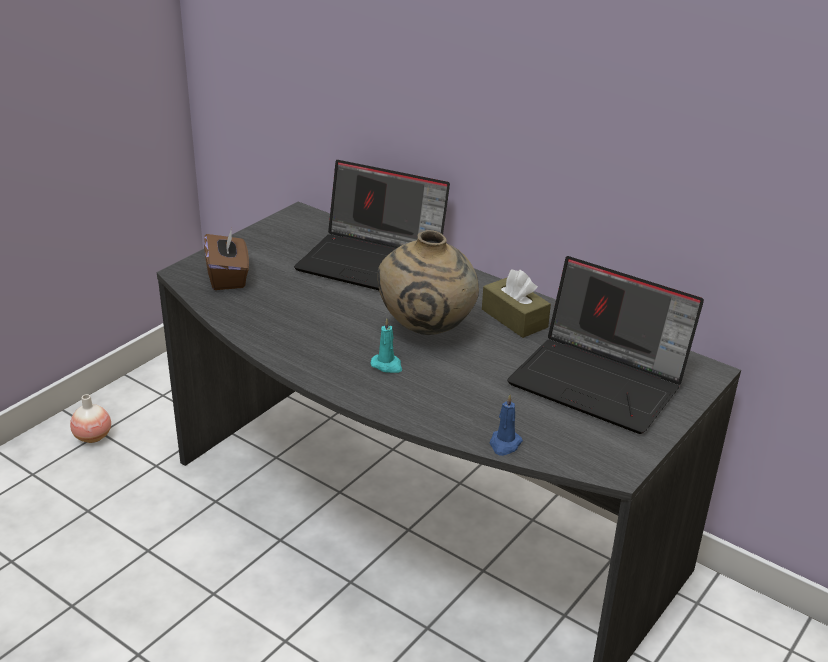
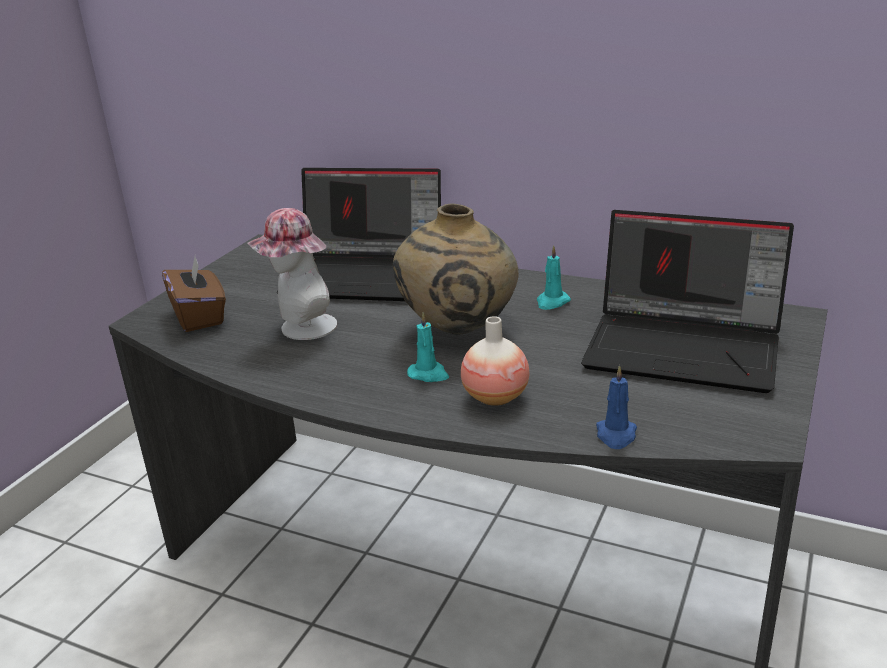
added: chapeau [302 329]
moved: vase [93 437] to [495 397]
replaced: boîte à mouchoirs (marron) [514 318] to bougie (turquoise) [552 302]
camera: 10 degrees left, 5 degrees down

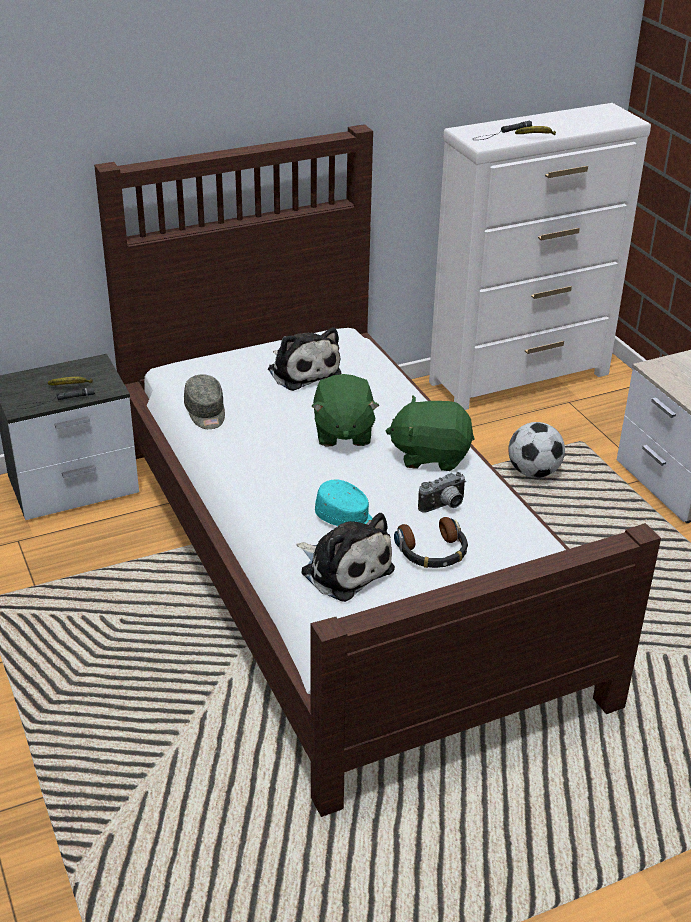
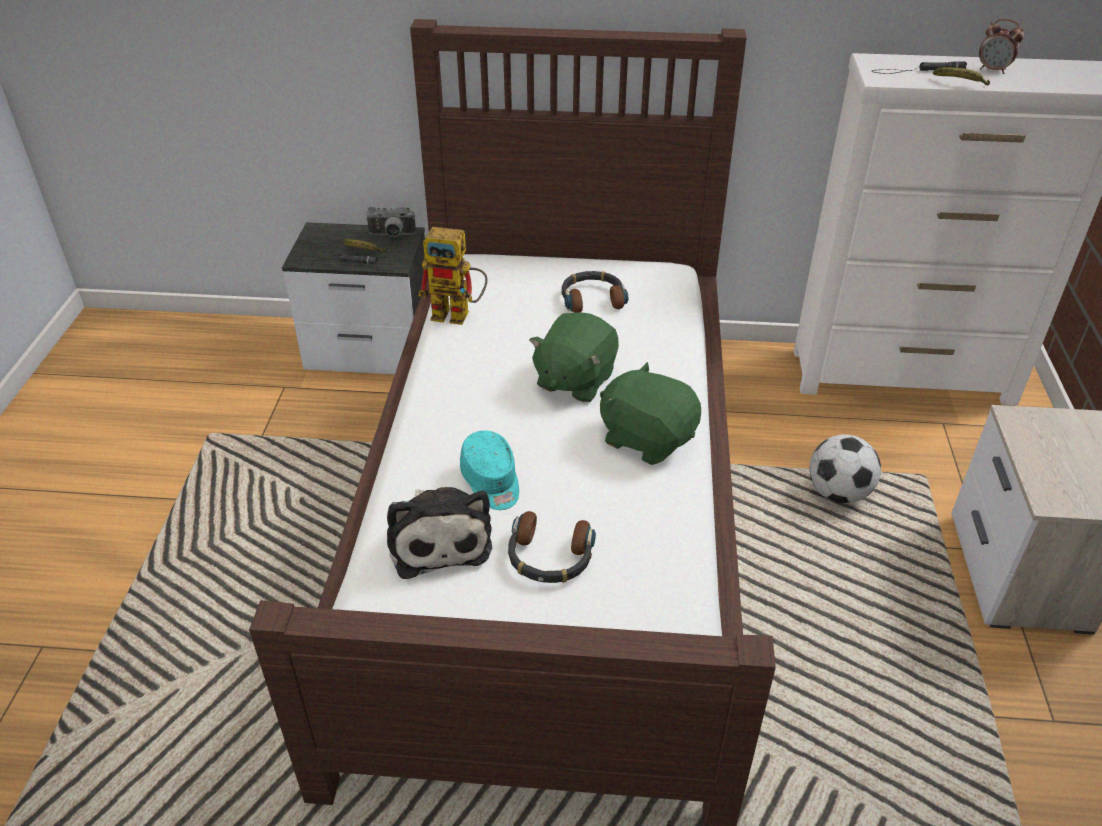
added: réveil [993 70]
moved: appareil photo [444 506] to [392 235]
replaced: casquette (gris) [206 413] to robot jouet [459 314]; peluche [302 371] to casque audio [592 298]
camera: 30 degrees right, 5 degrees up

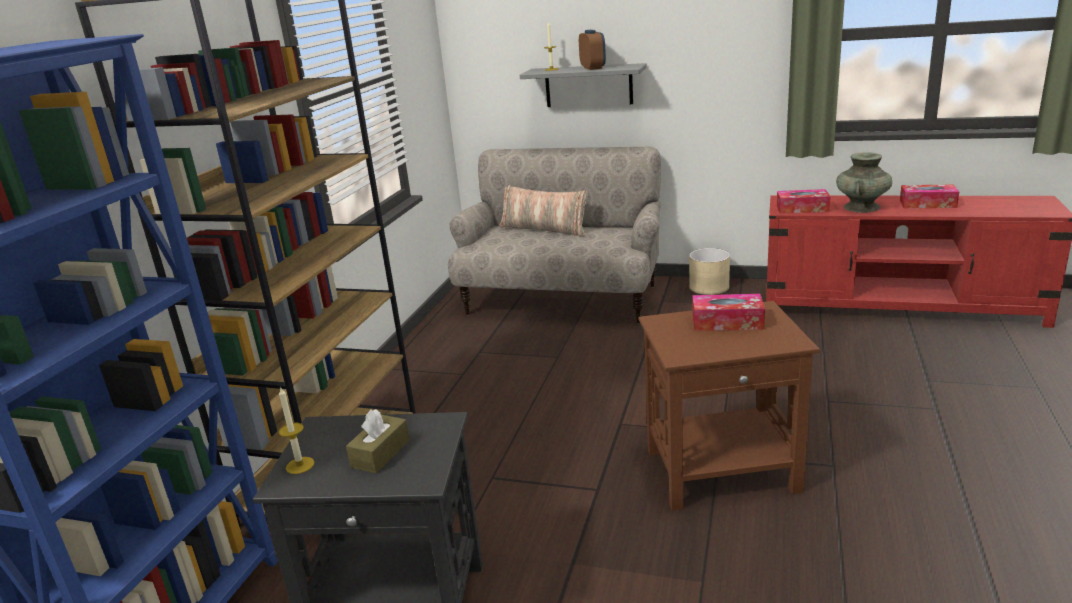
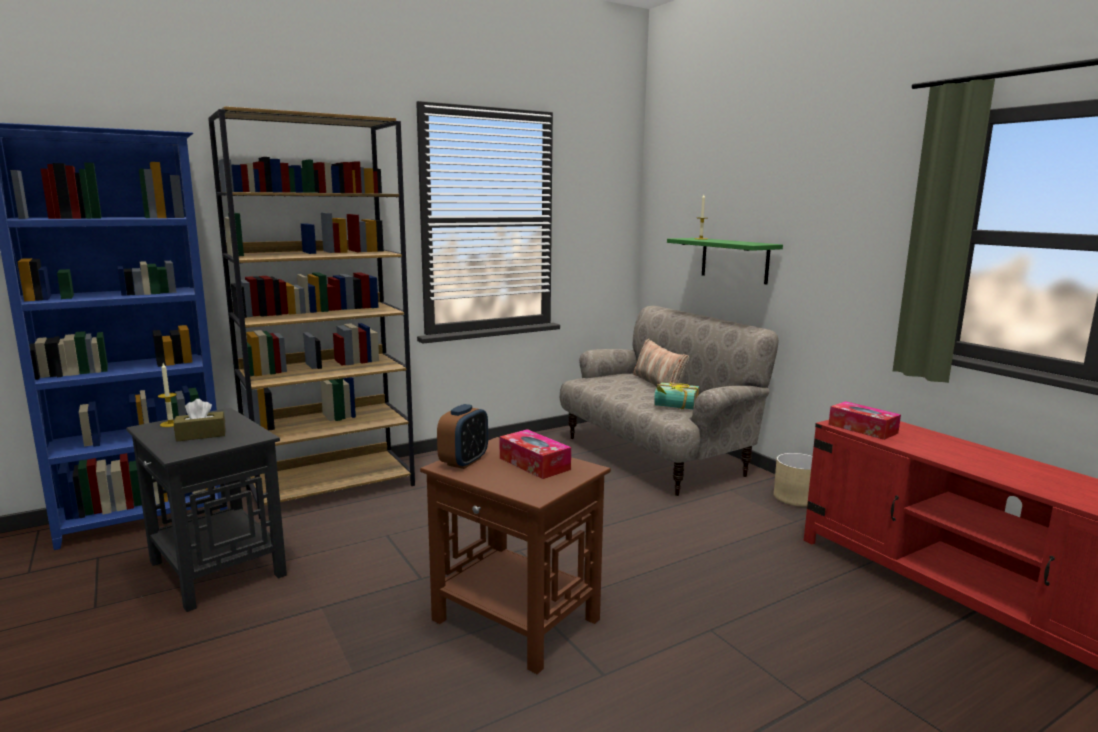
removed: vase (turquoise) [861 207]; boîte à mouchoirs [927 204]
added: livre [675 408]
moved: réveil [593 68] to [464 462]
recoloured: étagère (gris) [588 85] to étagère (vert) [734 260]
camera: 40 degrees right, 10 degrees down

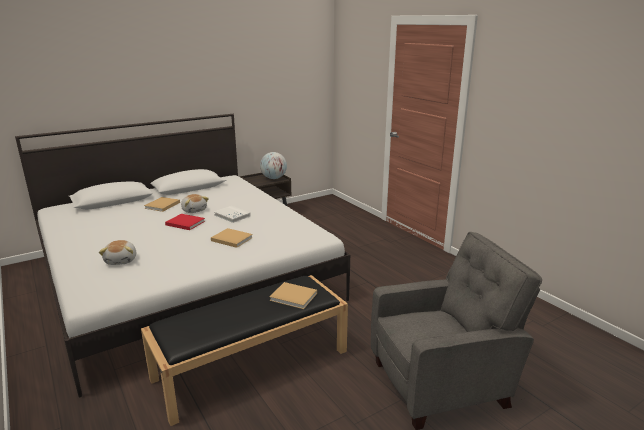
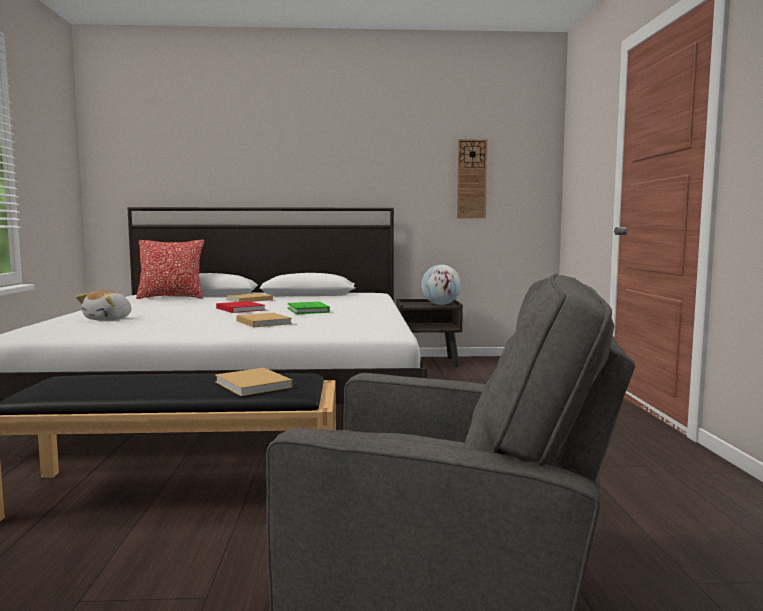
removed: peluche [194 210]
added: coussin [171 297]; horloge murale [471 179]
recoloured: livre (blanc) [232 215] to livre (vert) [308 310]
camera: 30 degrees right, 15 degrees down

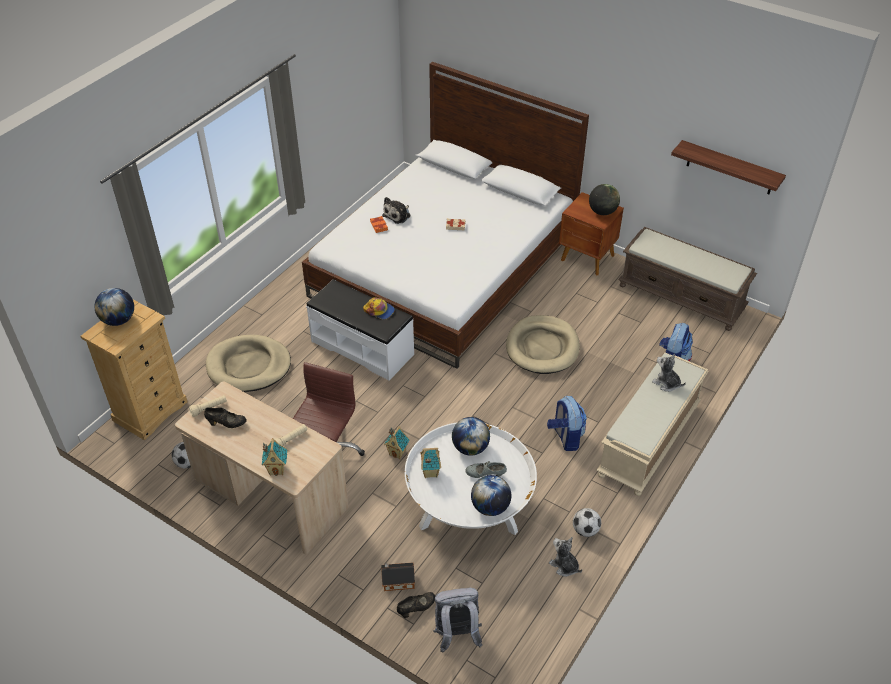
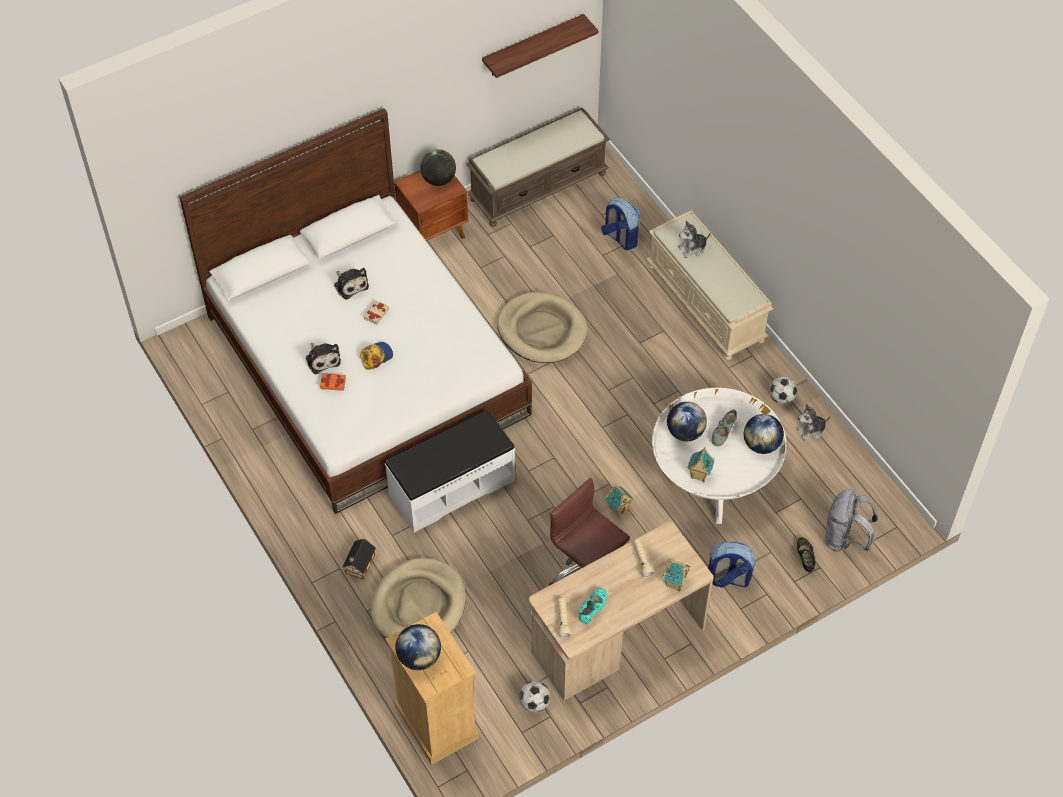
added: peluche [350 285]
moved: casquette [379 310] to [376 356]; maison miniature [397 580] to [359 565]; sac à dos [565 437] to [728 578]
recoloured: chaussure (noir) [226 424] to chaussure (turquoise) [592 610]
camera: 65 degrees left, 10 degrees up

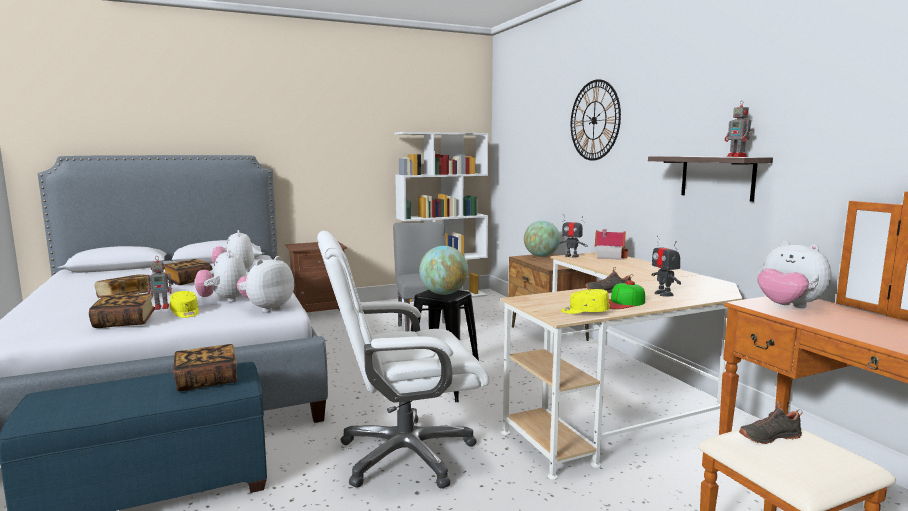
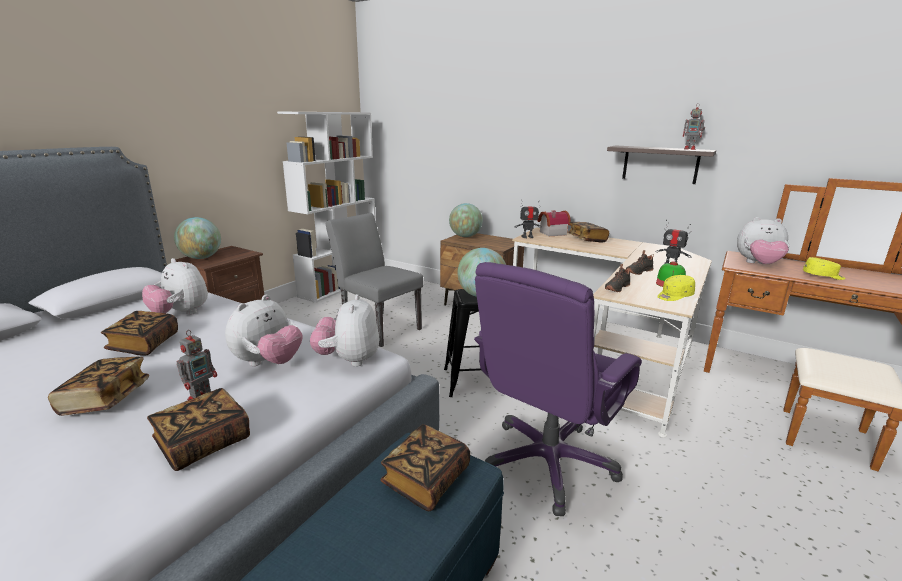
removed: horloge murale [594 120]
added: globe [201 258]; livre [587 240]
moved: casquette (jaune) [185 312] to [823 276]; chaussure (noir) [768 436] to [616 287]
recoloured: chaise de bureau (blanc) [404 454] to chaise de bureau (violet) [547 463]
turned: peluche [224 300] = [268 363] 90 degrees counterclockwise
camera: 35 degrees left, 10 degrees up

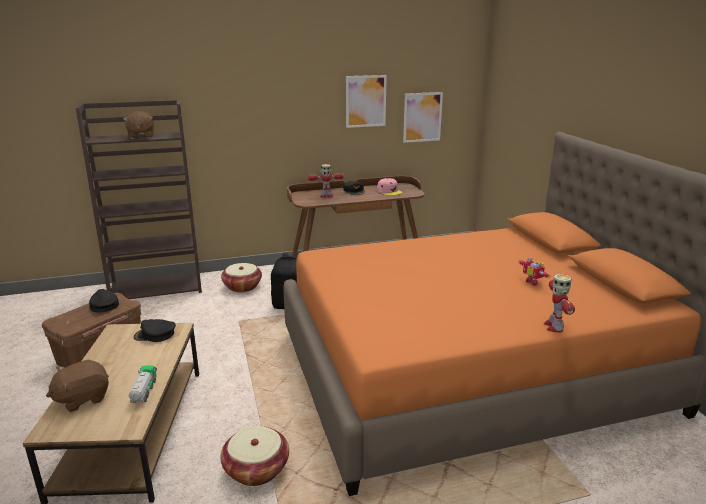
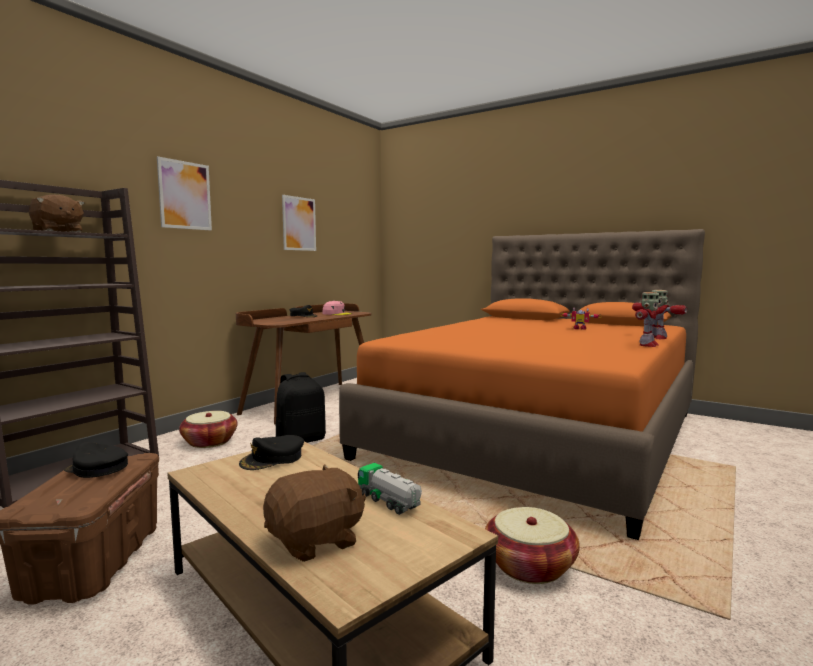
moved: robot jouet [326 196] to [647 345]; tableau [422 117] to [185 195]
turned: peluche (marron) [82 398] = [316 541] 135 degrees counterclockwise
camera: 40 degrees left, 15 degrees down

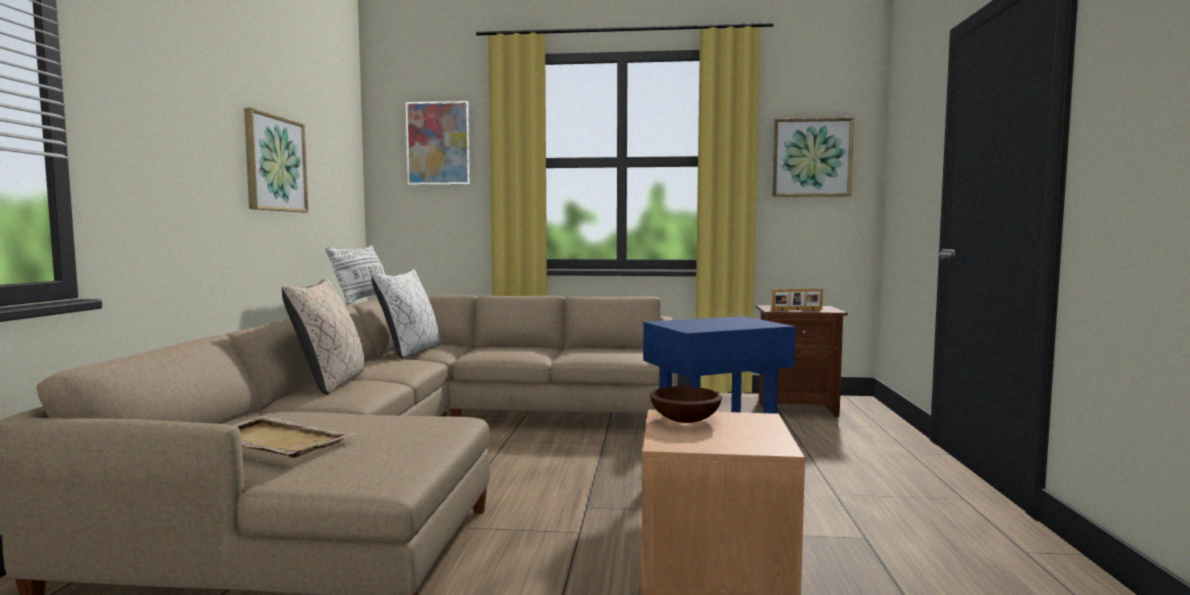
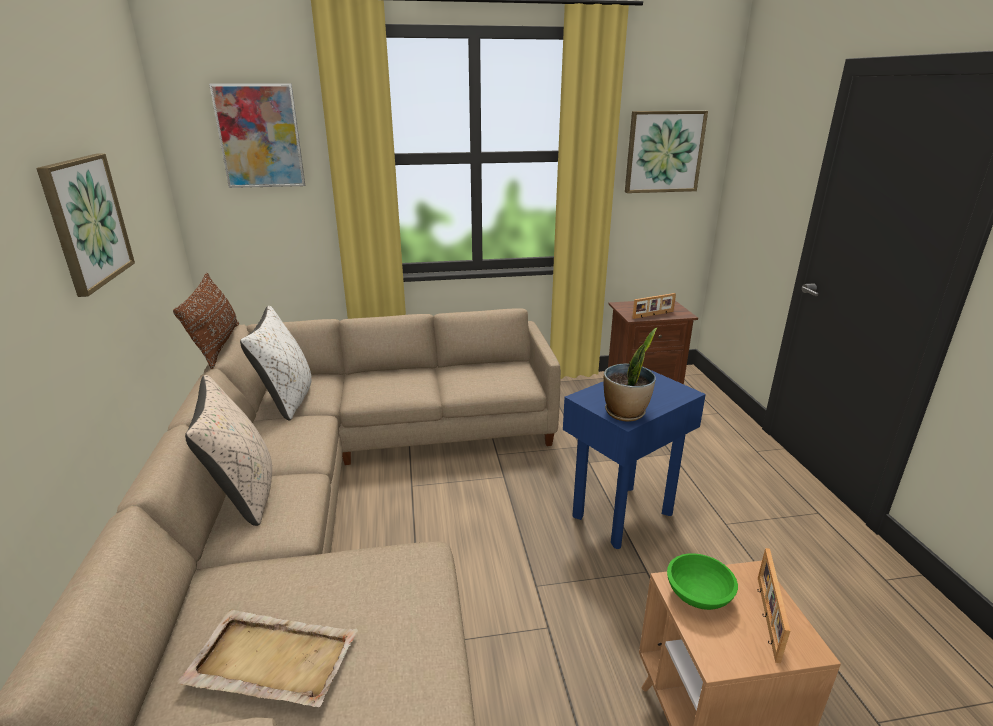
added: plante en pot [625 413]; cadre photo [766 617]
recoloured: coussin (blanc) [363 300] to coussin (marron) [217 345]; bol (marron) [684 420] to bol (vert) [698 596]
camera: 15 degrees left, 20 degrees up

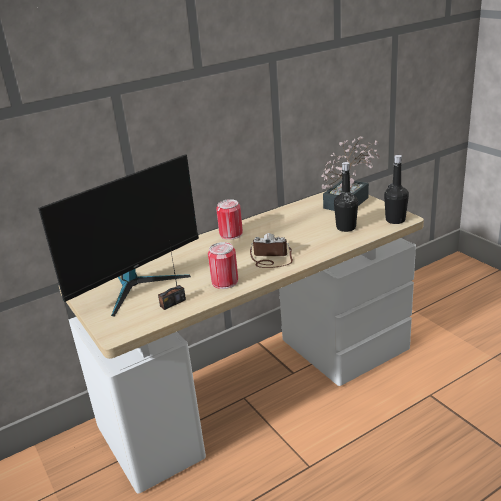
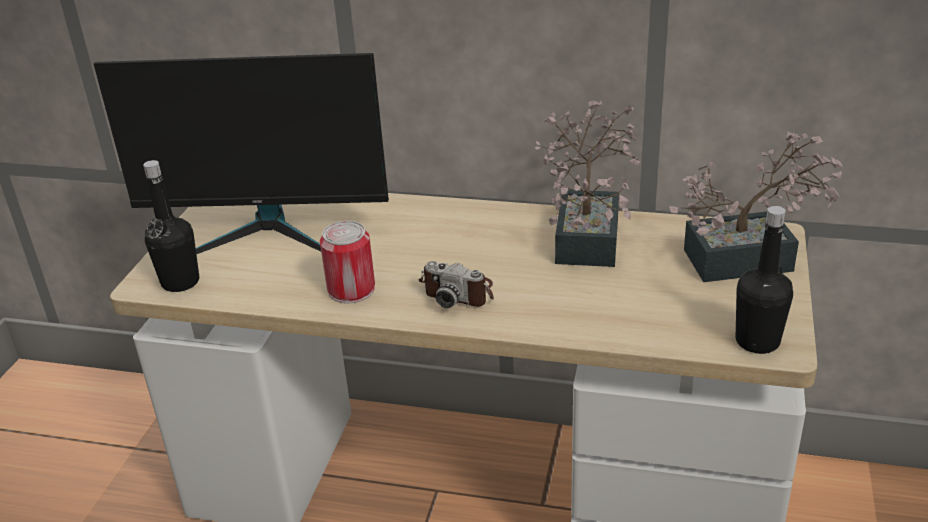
removed: radio [172 303]; boîte métallique [231 234]
added: plante en pot [589 234]
moved: bouteille (noir) [346 227] to [180 282]
turned: appareil photo [271 259] = [459 292] 150 degrees clockwise
camera: 45 degrees right, 5 degrees up

